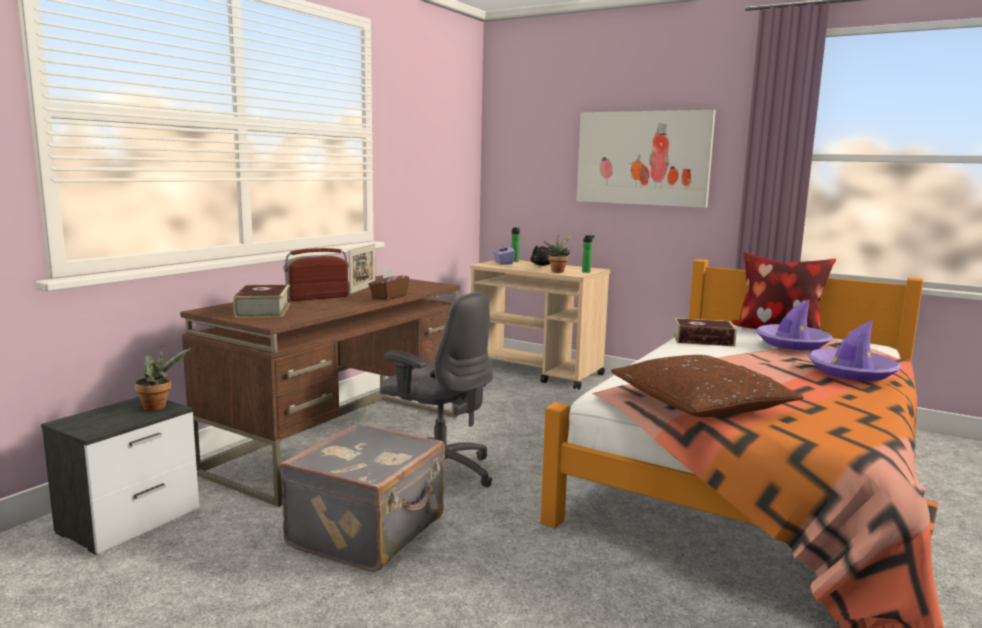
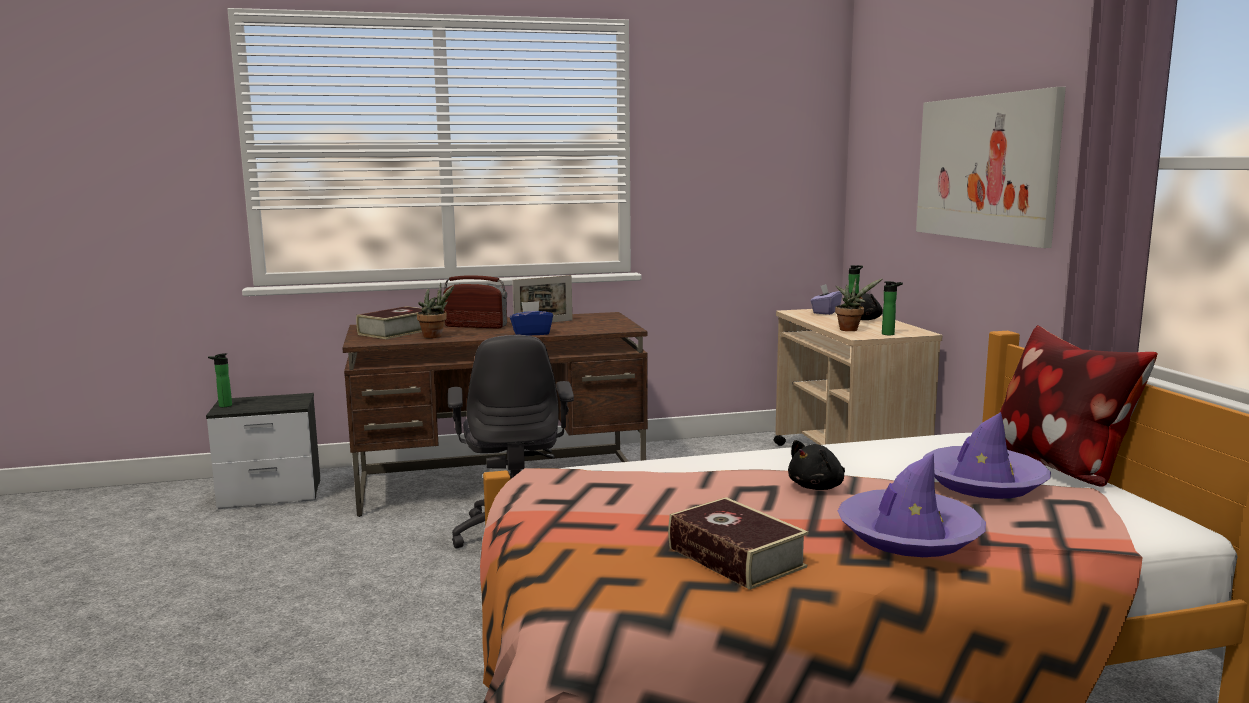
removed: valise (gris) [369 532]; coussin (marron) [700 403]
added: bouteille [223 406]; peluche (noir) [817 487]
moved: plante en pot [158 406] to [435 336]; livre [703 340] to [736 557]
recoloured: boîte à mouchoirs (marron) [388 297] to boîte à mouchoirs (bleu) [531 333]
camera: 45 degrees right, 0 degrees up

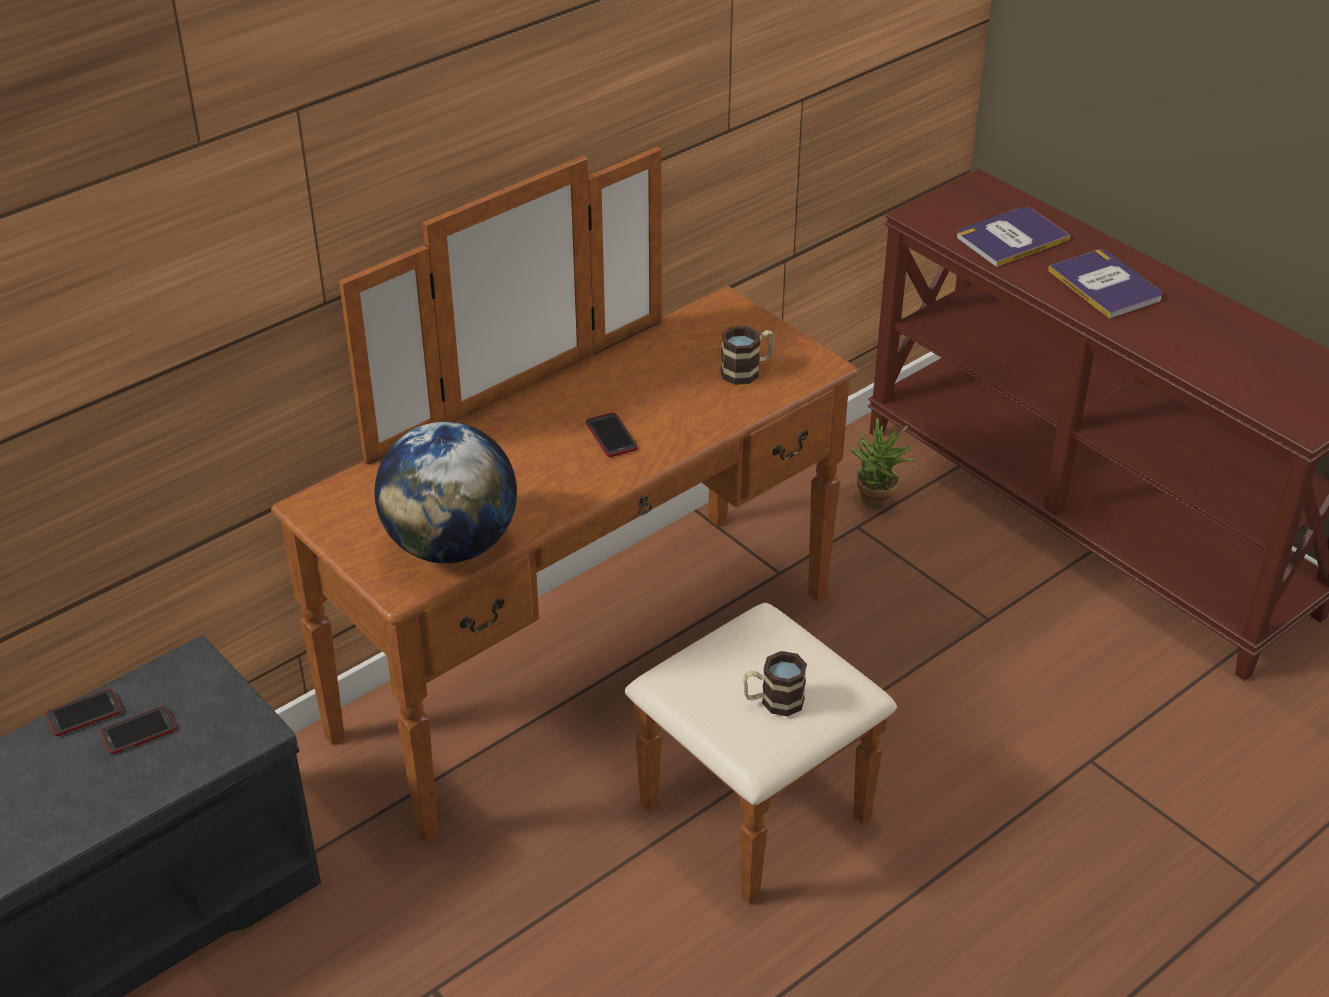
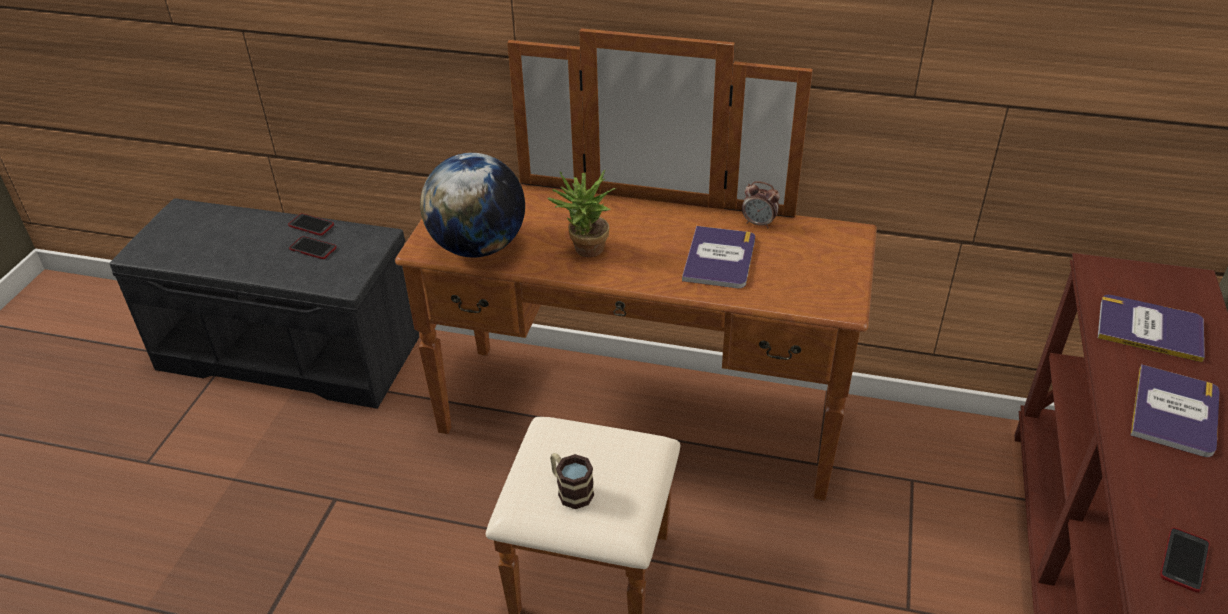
removed: mug [747 370]
added: livre [719 258]; réveil [759 223]
moved: téléphone [611 436] to [1184 560]; plante en pot [877 504] to [584 251]
camera: 55 degrees right, 0 degrees up

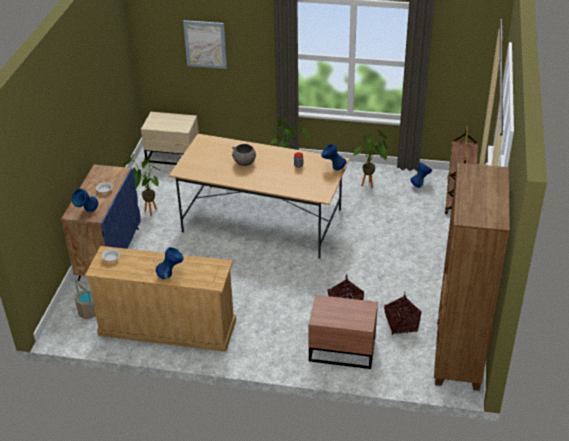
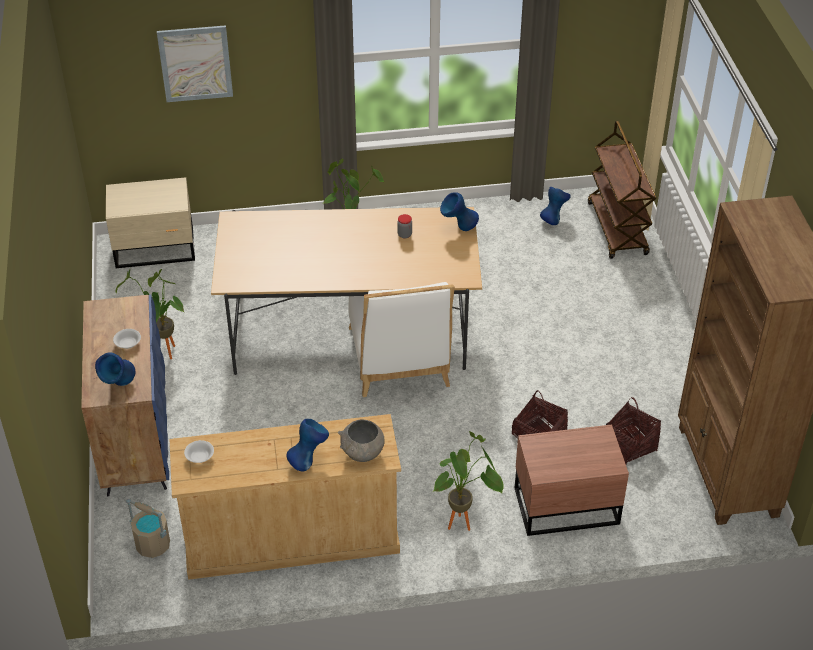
added: chaise (blanc) [399 362]
moved: bol (gris) [244 163] to [362 453]; plante en pot [371 185] to [465 523]
camera: 20 degrees left, 5 degrees up

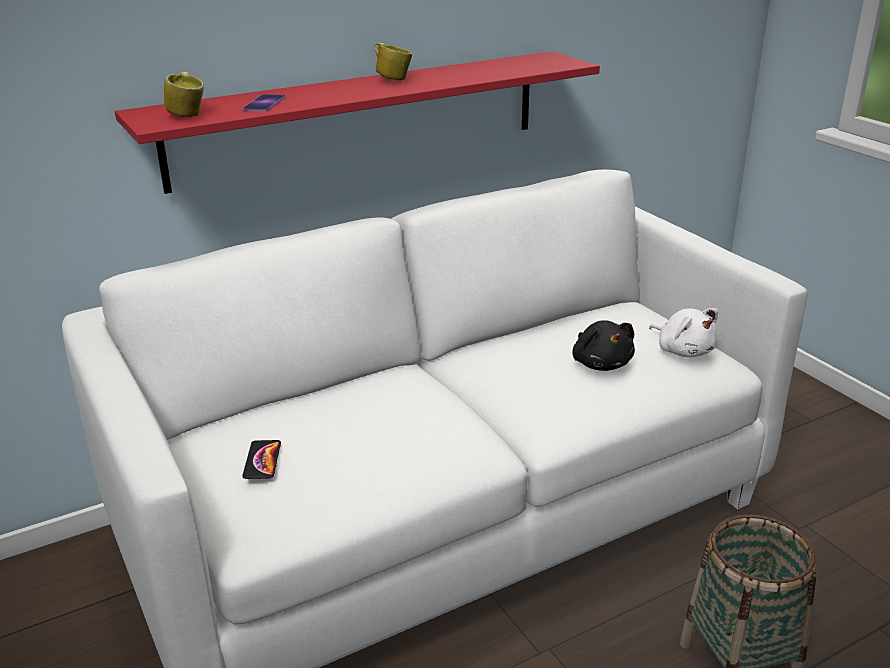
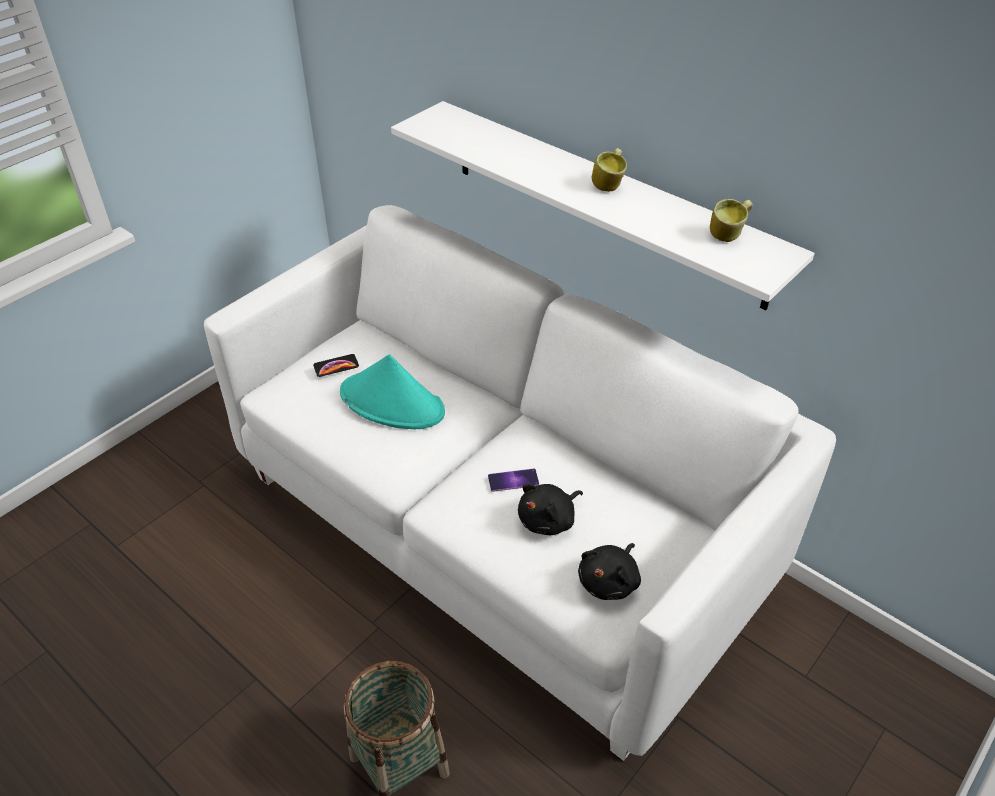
added: chapeau (turquoise) [393 403]
moved: mug [188 114] to [728 236]; téléphone [264 103] to [513 480]
recoloured: étagère (rouge) [360 118] to étagère (blanc) [604 201]; peluche (blanc) [683 350] to peluche (noir) [610 581]
camera: 70 degrees right, 15 degrees up

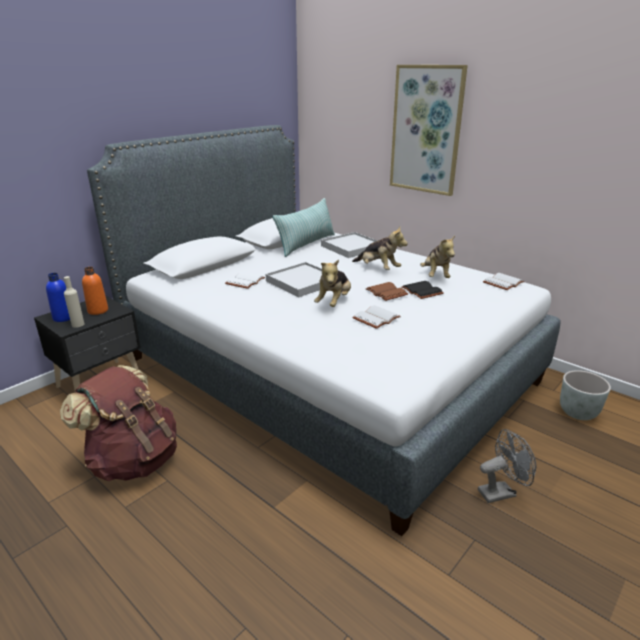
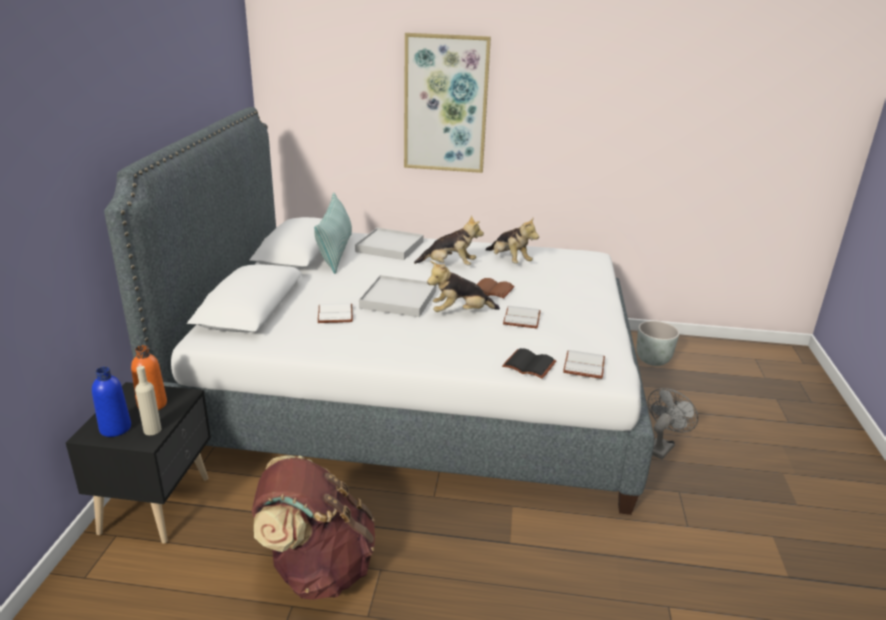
moved: livre (noir) [420 291] to [528 365]; livre (blanc) [503 283] to [585 366]
turned: peluche [334 302] = [460 313] 90 degrees clockwise
camera: 35 degrees left, 0 degrees up

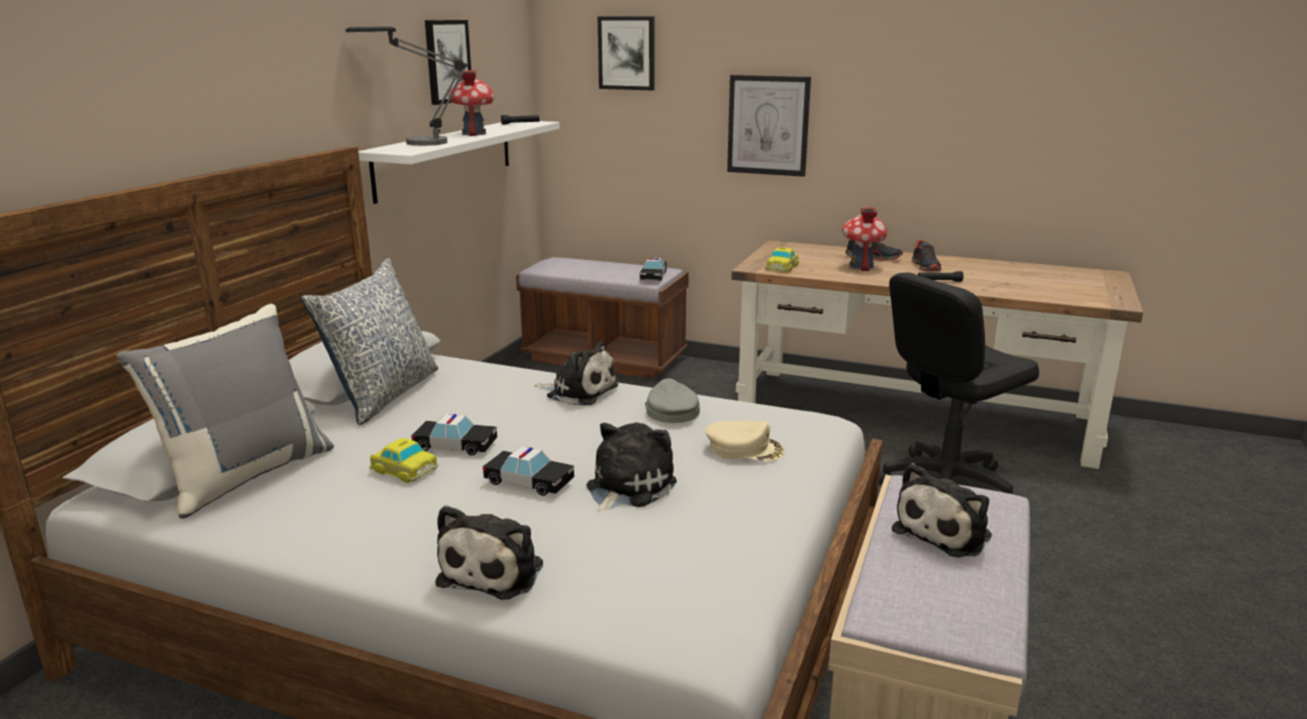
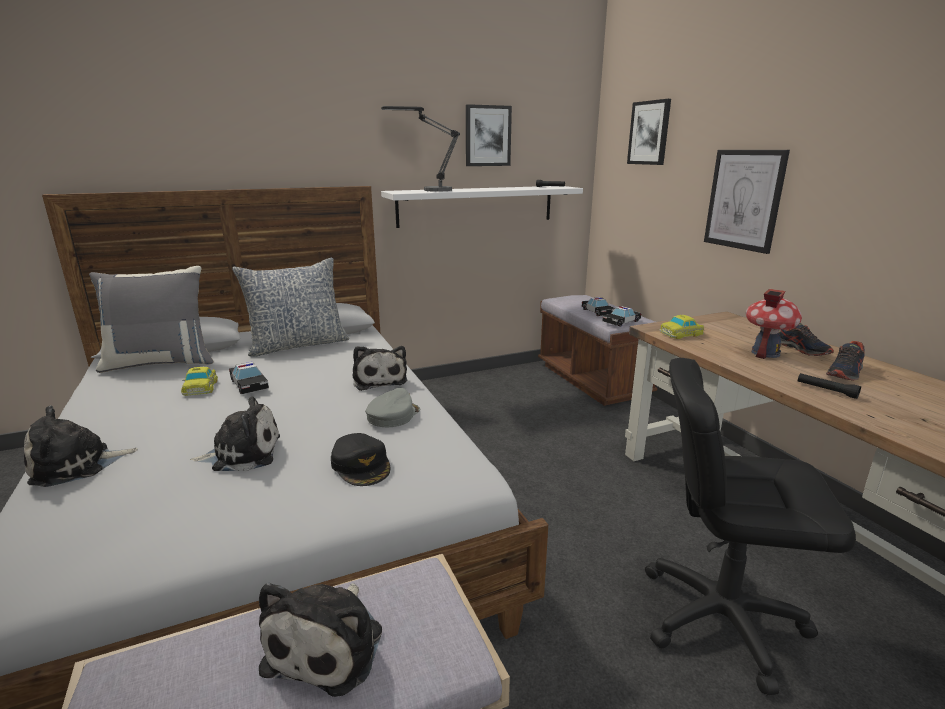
removed: maison miniature [474 133]
moved: petite voiture [529 481] to [597 312]
recoloured: casquette (beige) [744 448] to casquette (noir) [361 465]
turned: peluche [945 532] = [329 644] 75 degrees counterclockwise
camera: 45 degrees right, 0 degrees up

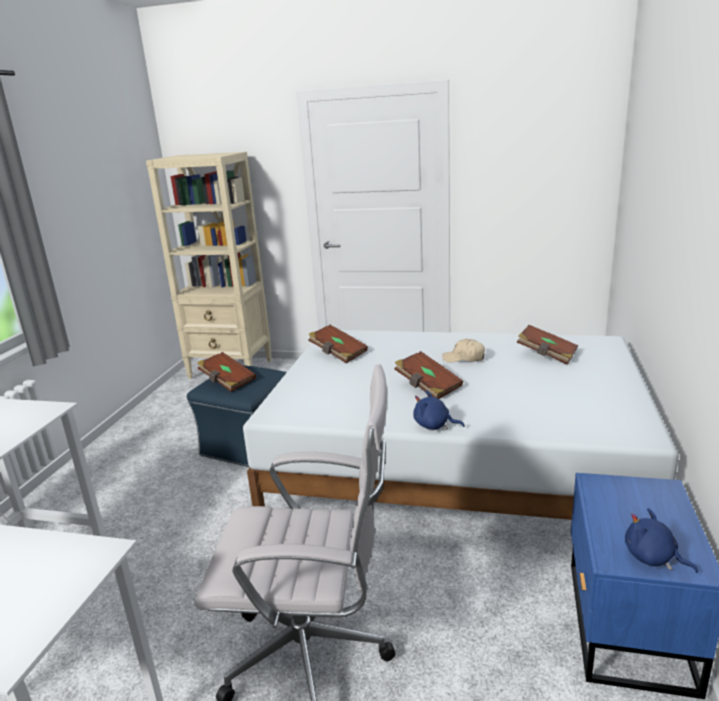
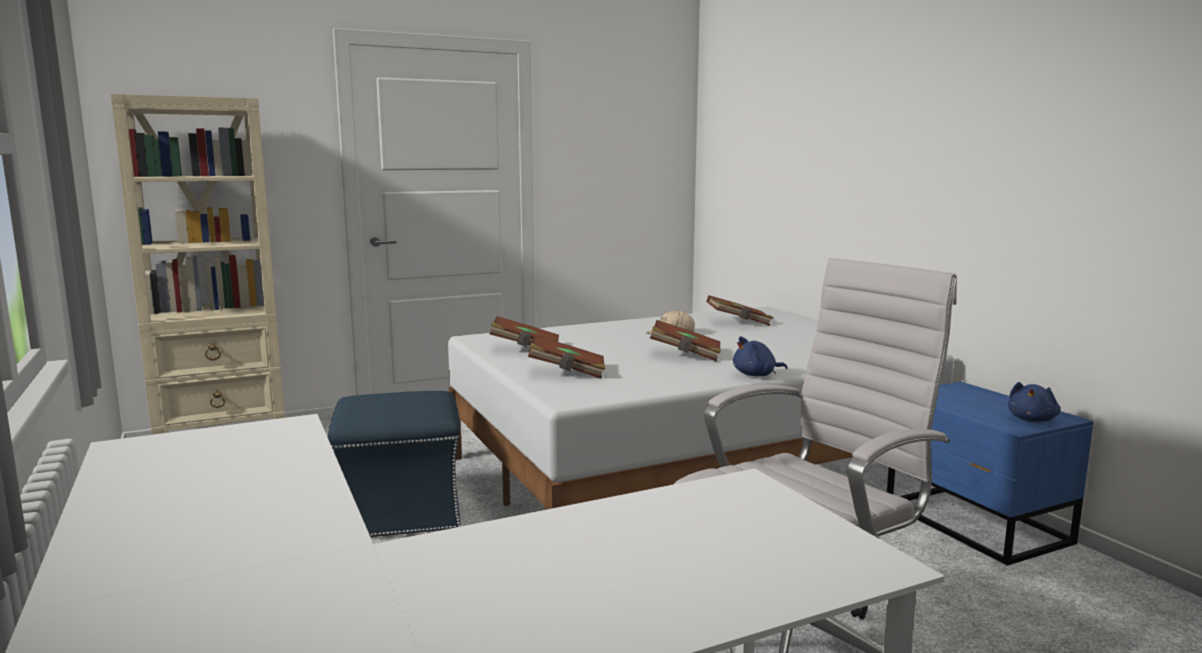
moved: livre (marron) [227 381] to [567 373]
turned: peluche (bleu) [653 558] = [1032 420] 60 degrees counterclockwise
camera: 40 degrees left, 10 degrees down

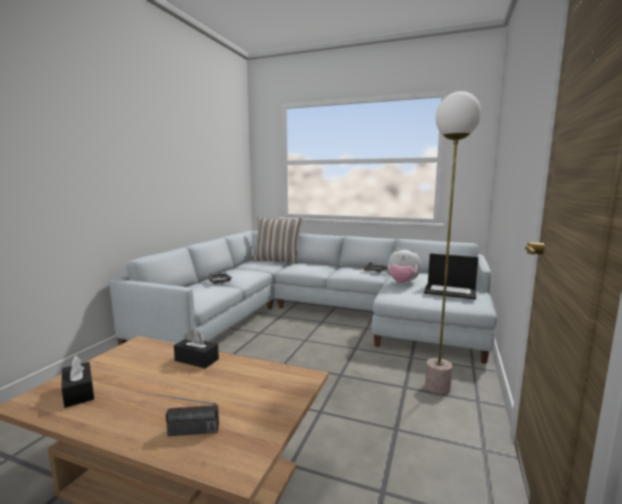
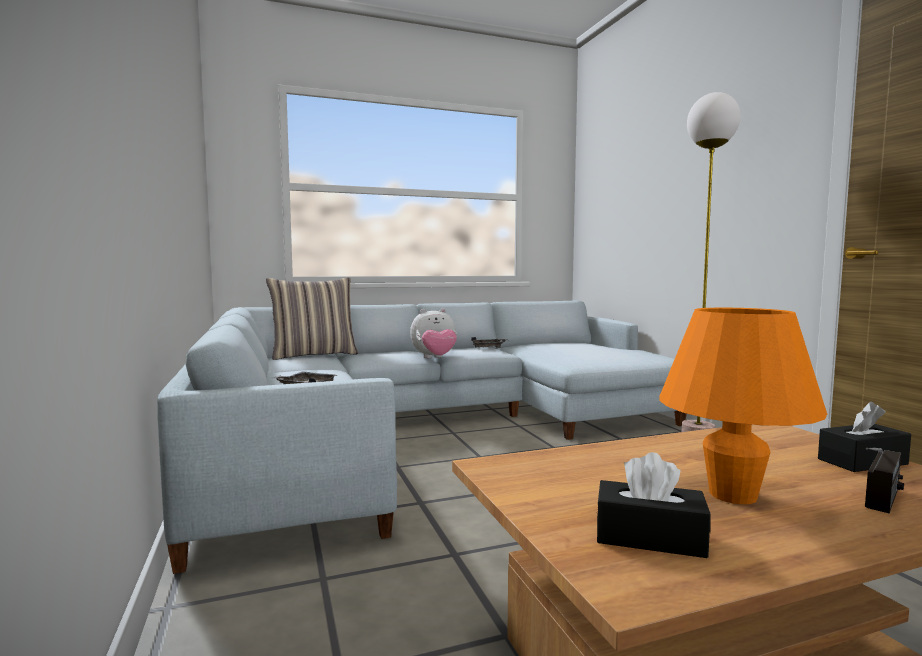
removed: ordinateur portable [450 291]
added: lampe de table (orange) [733 495]
moved: boîte à mouchoirs (noir) [196 360] to [862 461]; peluche [402 283] to [435 358]
camera: 40 degrees left, 5 degrees down

